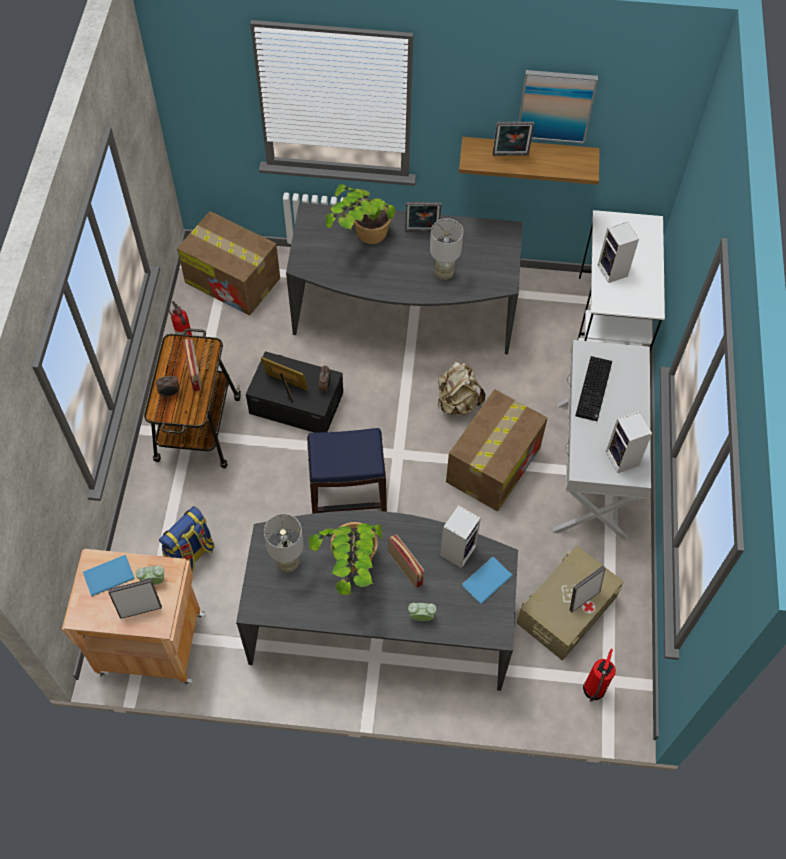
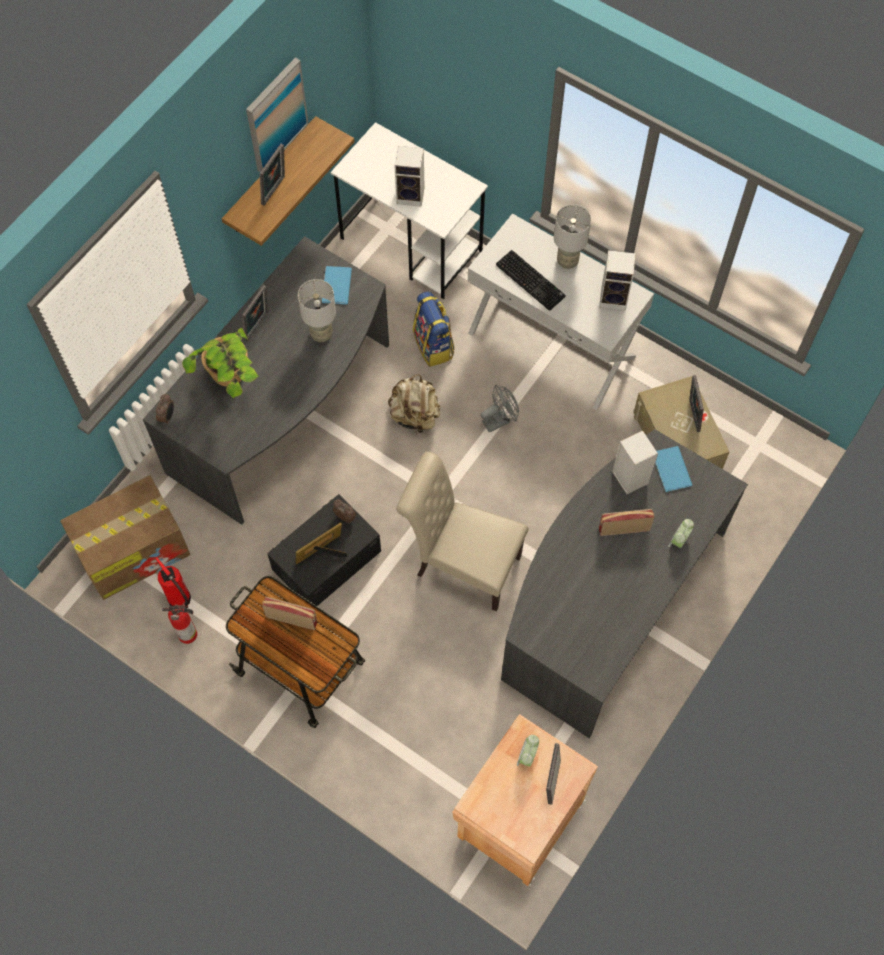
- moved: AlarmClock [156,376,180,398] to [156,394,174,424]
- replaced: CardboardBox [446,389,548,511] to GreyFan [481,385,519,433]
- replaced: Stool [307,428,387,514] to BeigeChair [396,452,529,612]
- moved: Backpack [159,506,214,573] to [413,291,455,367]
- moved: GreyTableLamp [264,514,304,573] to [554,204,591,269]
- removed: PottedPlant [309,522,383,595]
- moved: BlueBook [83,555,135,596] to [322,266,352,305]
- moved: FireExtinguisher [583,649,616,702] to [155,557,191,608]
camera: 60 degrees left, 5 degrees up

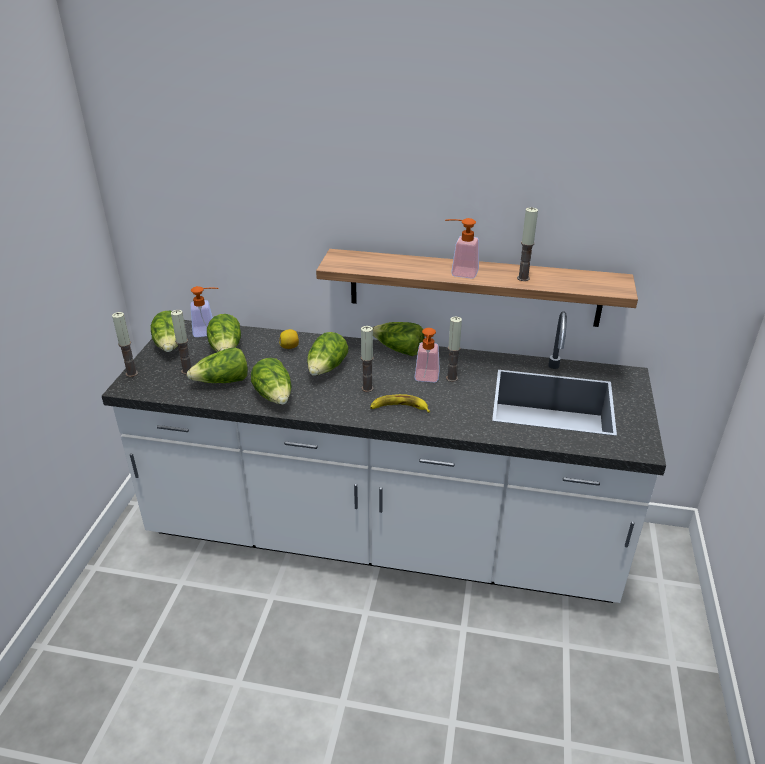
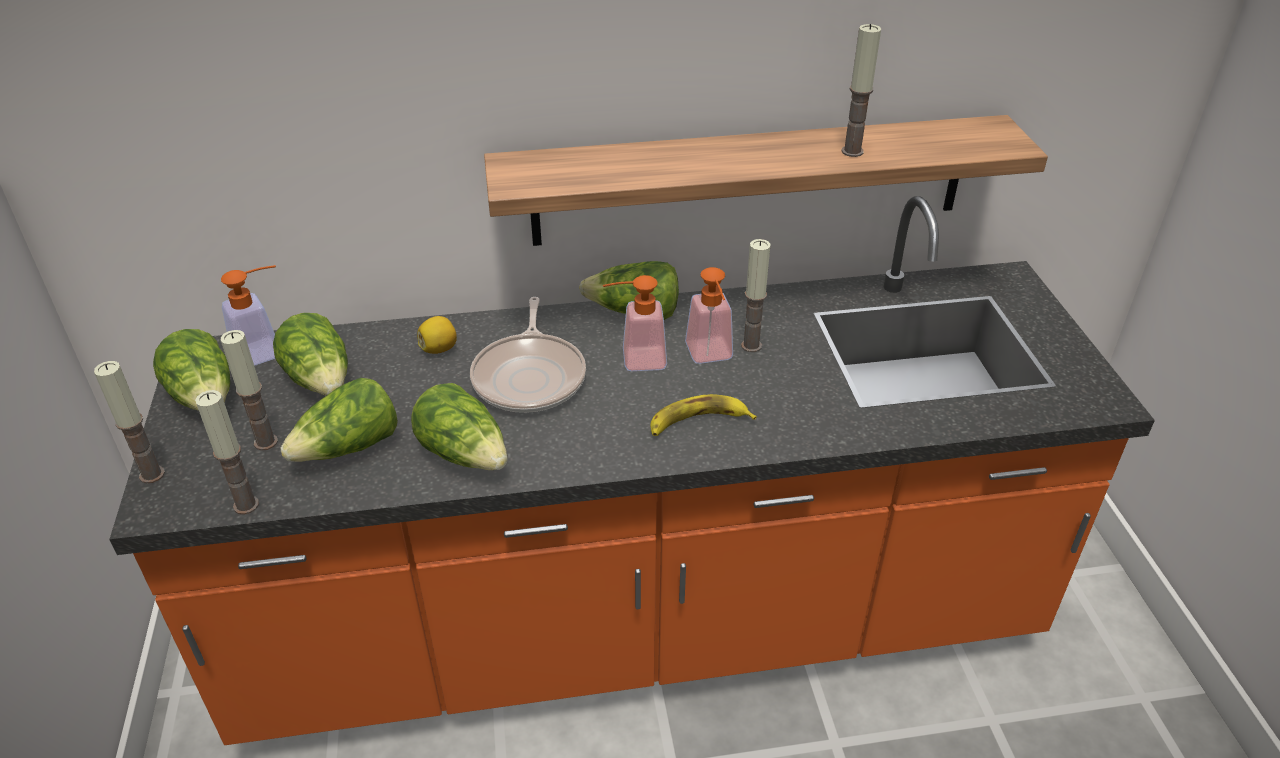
- moved: SoapDispenser [445,218,479,279] to [603,275,667,371]
- recoloured: WhiteCounter [102,311,666,603] to OrangeCounter [109,196,1155,745]
- moved: Candle [361,326,374,392] to [195,390,259,515]
- replaced: Lettuce [307,332,348,376] to FryingPan [470,297,586,413]
camera: 20 degrees left, 5 degrees up

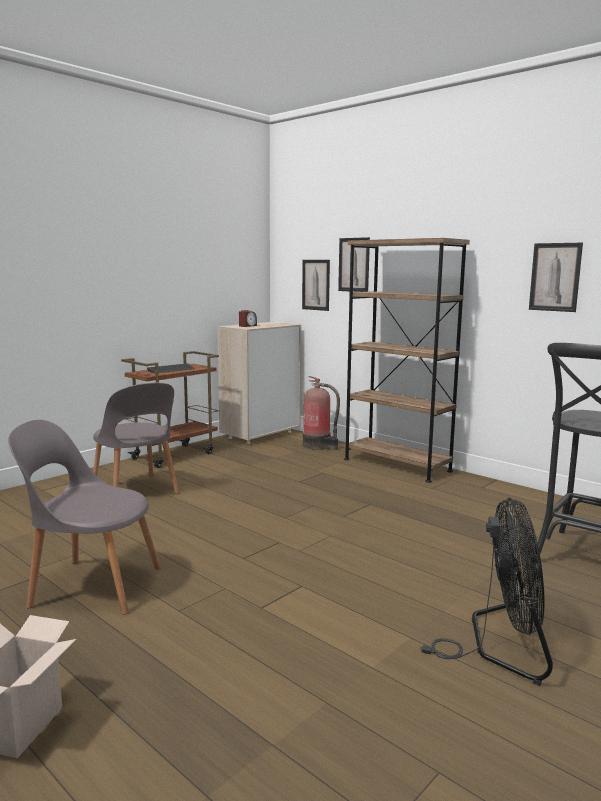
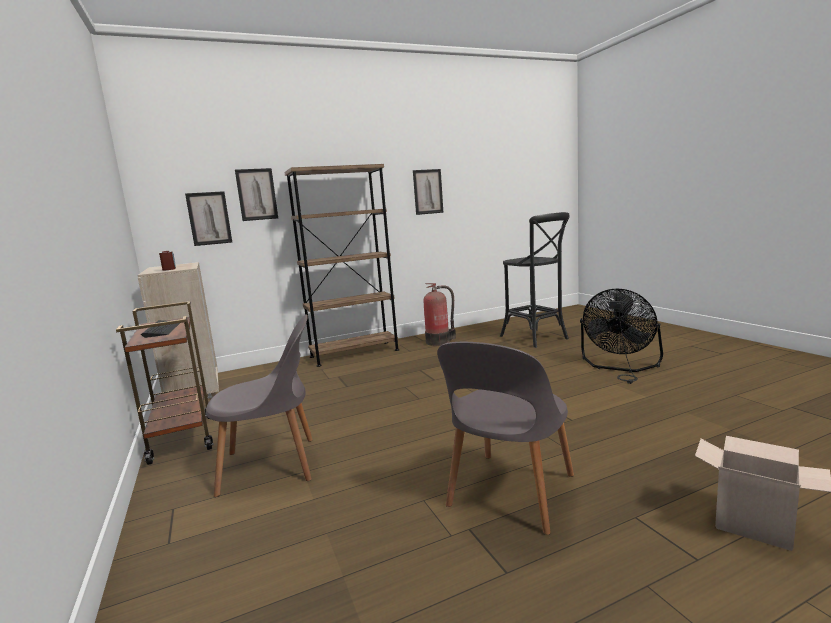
- moved: FireExtinguisher [303,376,340,450] to [424,283,456,346]
camera: 65 degrees left, 0 degrees up

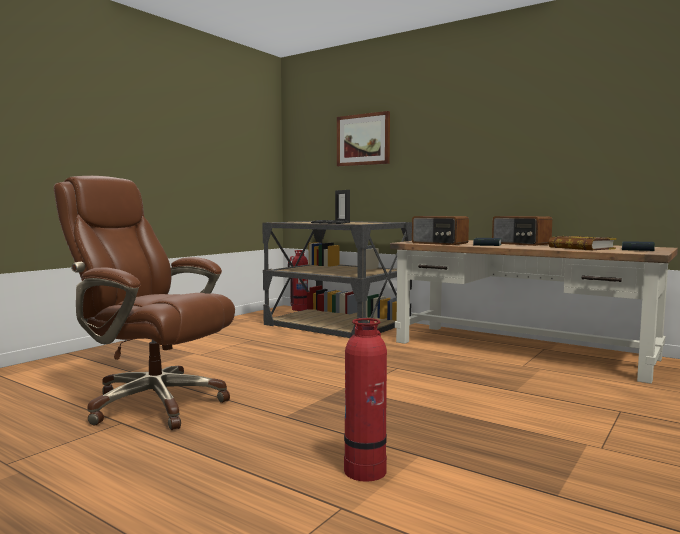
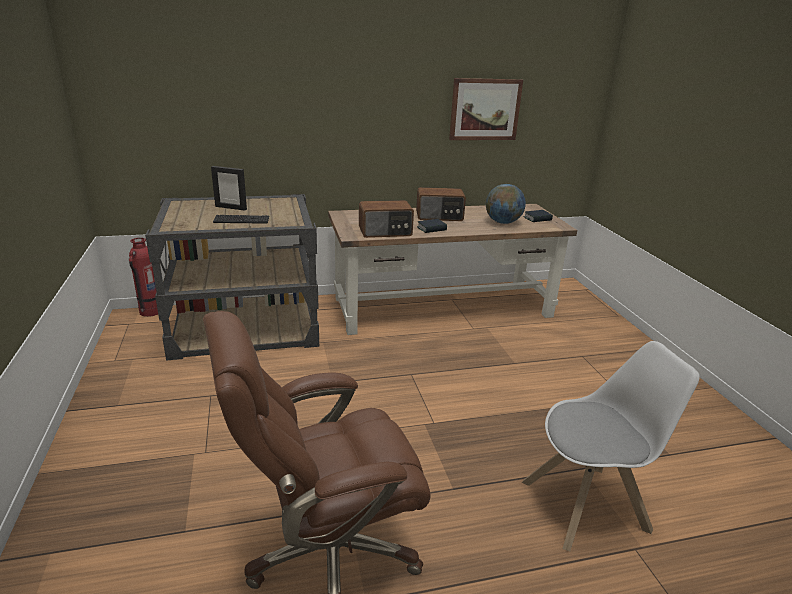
- moved: Picture [337,111,390,166] to [449,78,523,140]
- replaced: Book [548,236,617,250] to Globe [486,184,526,224]
- replaced: FireExtinguisher [344,318,387,482] to Chair [521,341,700,552]
camera: 50 degrees left, 20 degrees up

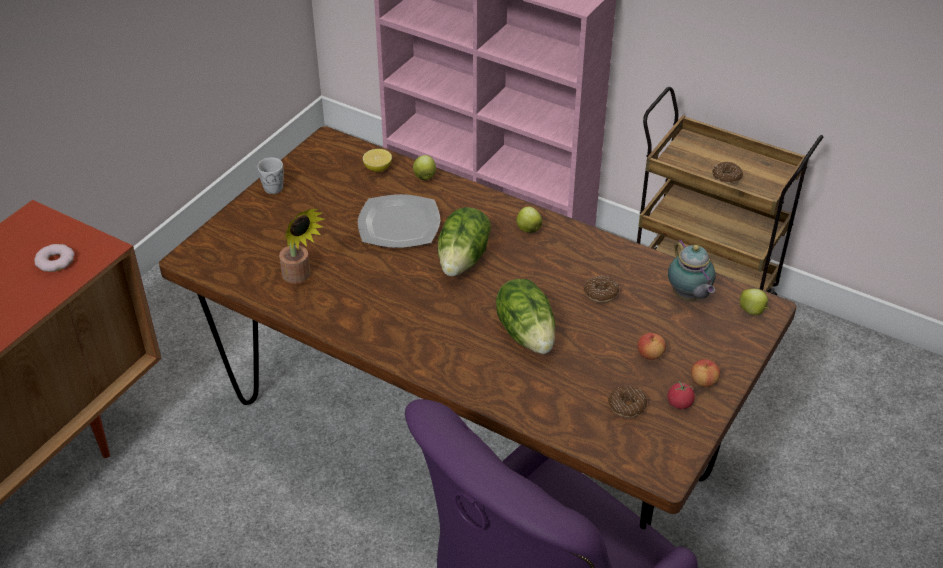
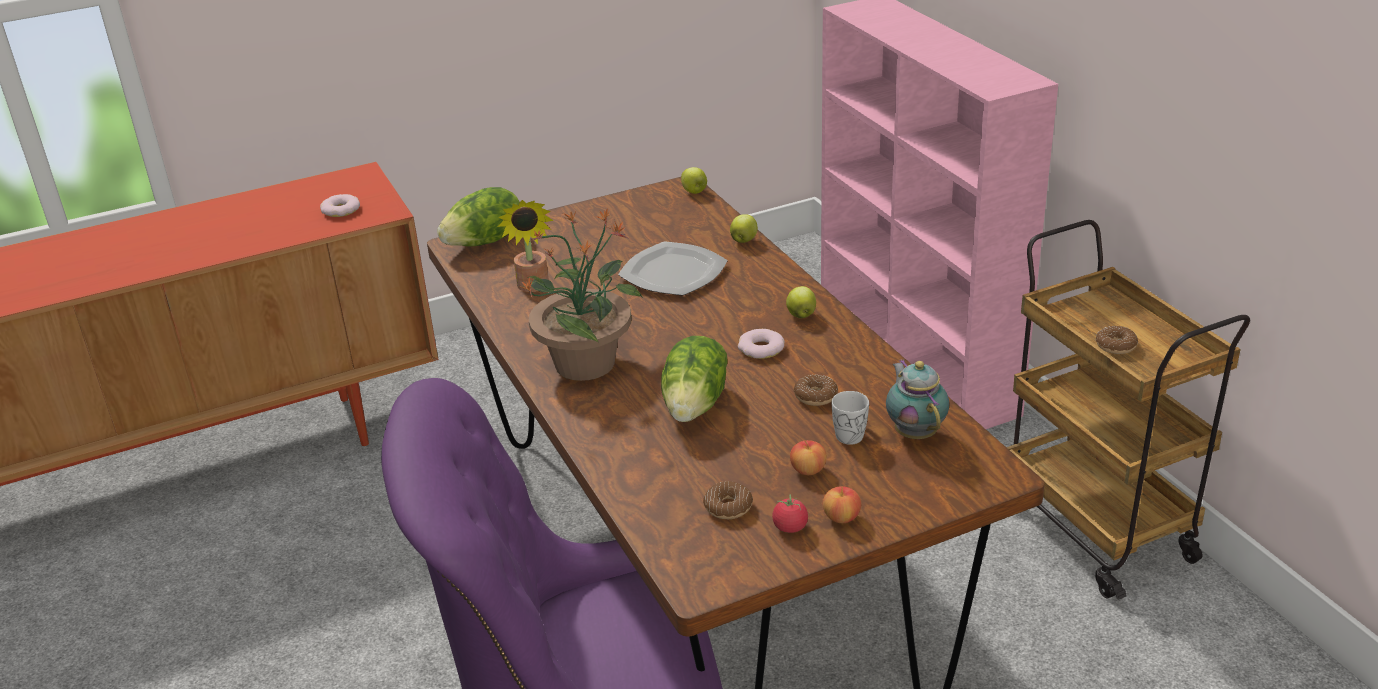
- removed: Lemon [363,149,392,172]
- moved: WhiteMug [258,158,284,194] to [832,391,869,445]
- moved: Lettuce [438,207,491,276] to [437,187,520,246]
- turned: Teapot [668,239,716,301] = [886,359,949,439] 150 degrees clockwise
- moved: Apple [740,289,769,315] to [681,167,707,194]
- added: PottedPlant [521,208,643,381]
- added: Donut [738,329,785,359]
camera: 35 degrees right, 10 degrees down

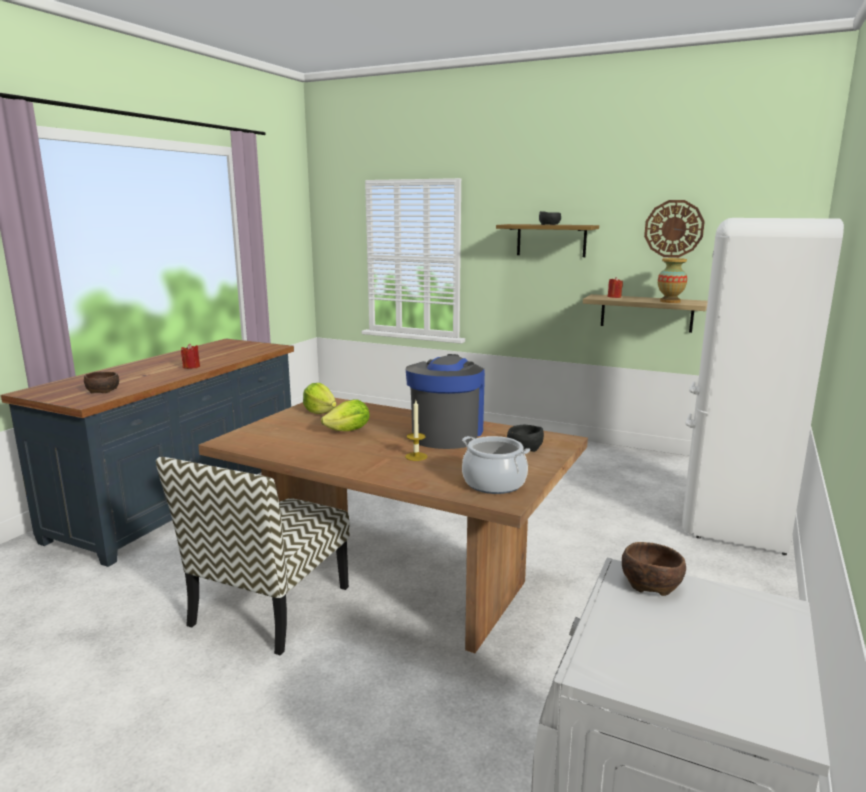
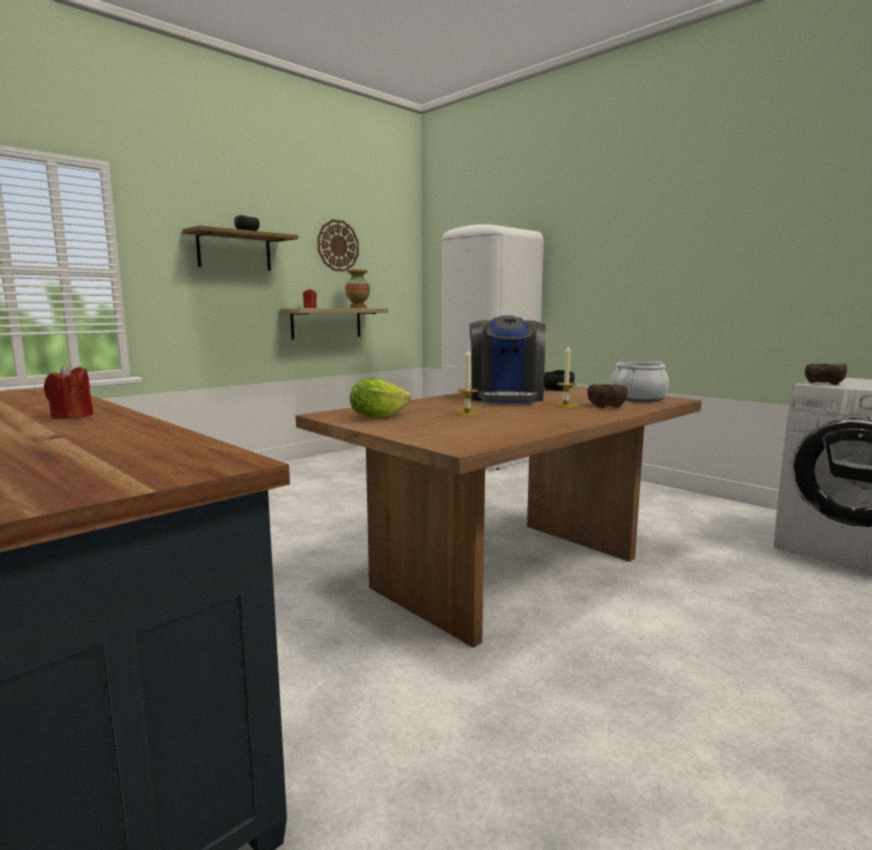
- turned: CoffeeMachine [406,354,485,449] = [469,315,546,403] 120 degrees counterclockwise
- moved: BrownBowl [84,372,119,393] to [587,384,628,408]
- replaced: Lettuce [321,399,370,431] to Candle [455,349,479,416]
- removed: Chair [156,457,350,655]
camera: 70 degrees left, 5 degrees down

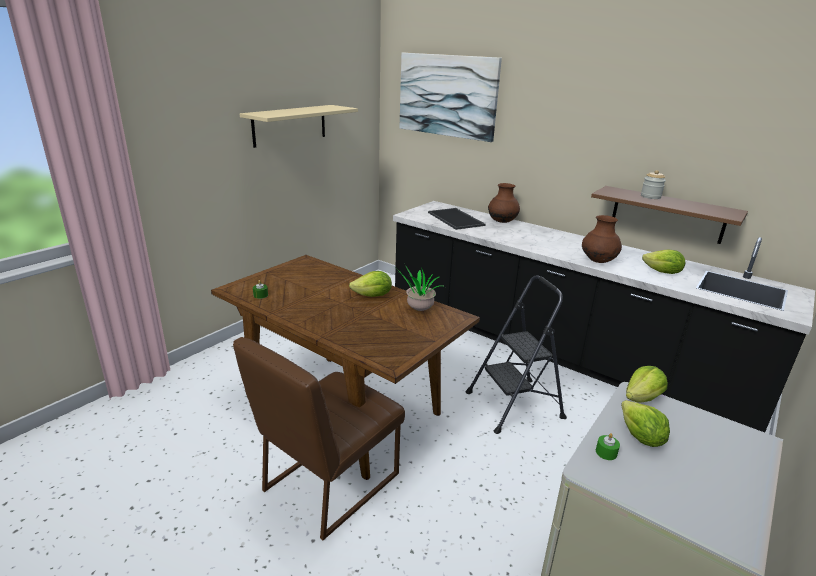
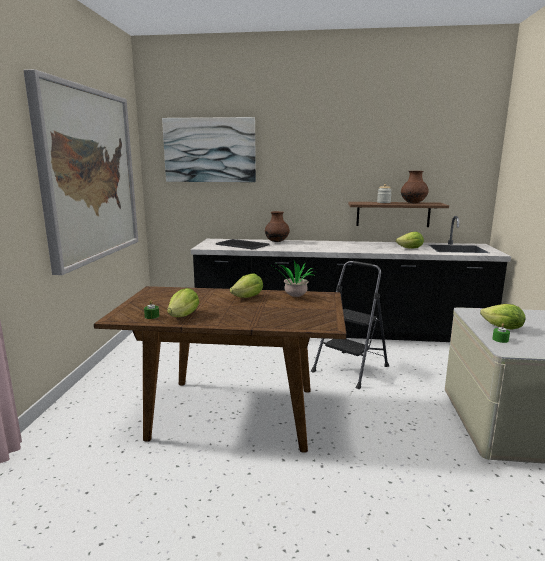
- replaced: BeigeShelf [240,105,358,148] to Picture [23,69,138,275]
- moved: BrownVase [582,215,622,263] to [401,171,429,204]
- removed: BrownChair [233,337,405,540]
- moved: Lettuce [626,366,668,403] to [167,288,199,317]
camera: 30 degrees left, 10 degrees down

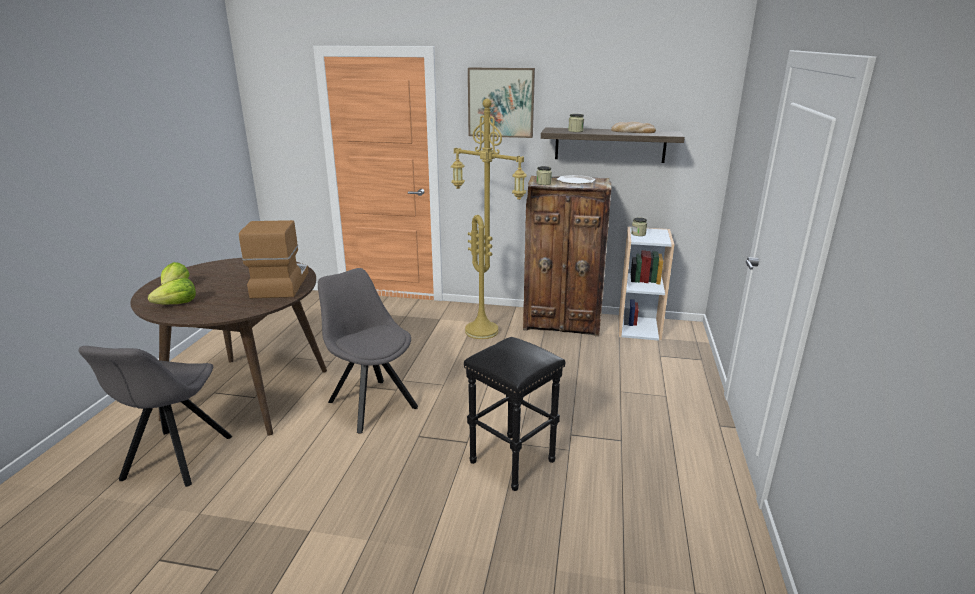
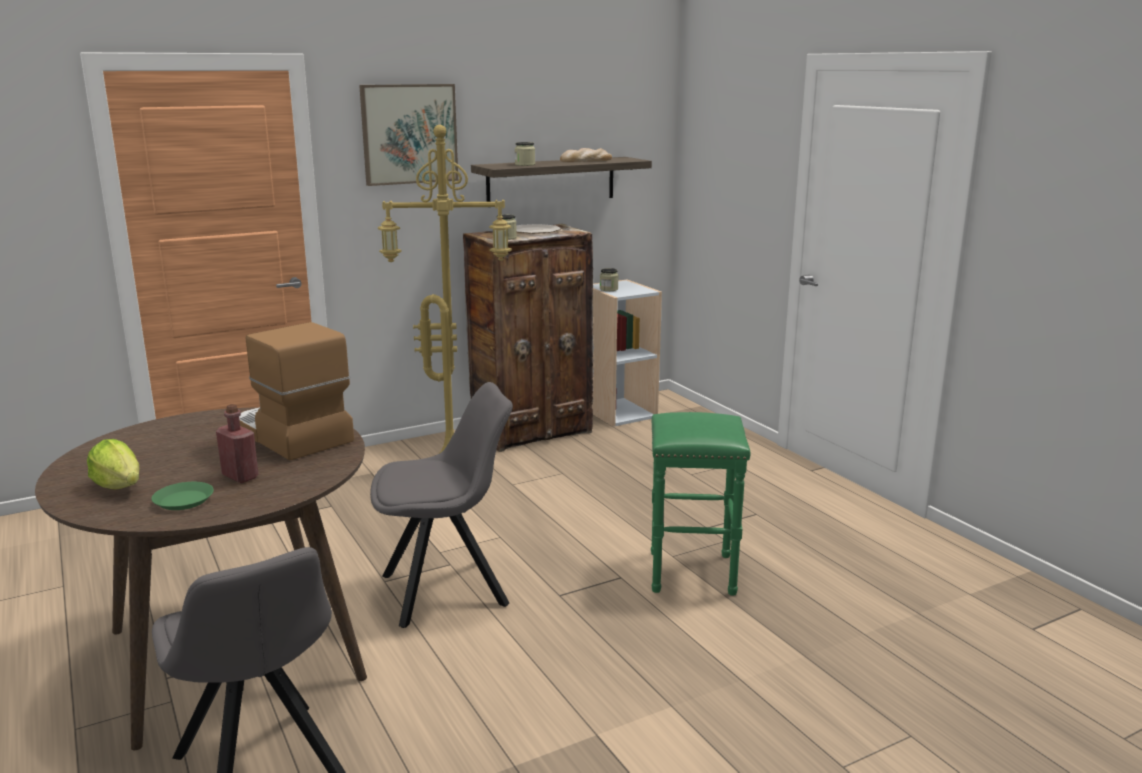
- turned: GreyChair [318,268,418,434] = [370,382,513,628] 150 degrees clockwise
- replaced: Lettuce [148,278,196,305] to GreenPlate [151,482,214,510]
- recoloured: BlackStool [464,337,565,491] to GreenStool [651,412,751,596]
- added: RedBottle [216,404,259,483]
camera: 40 degrees left, 5 degrees down

